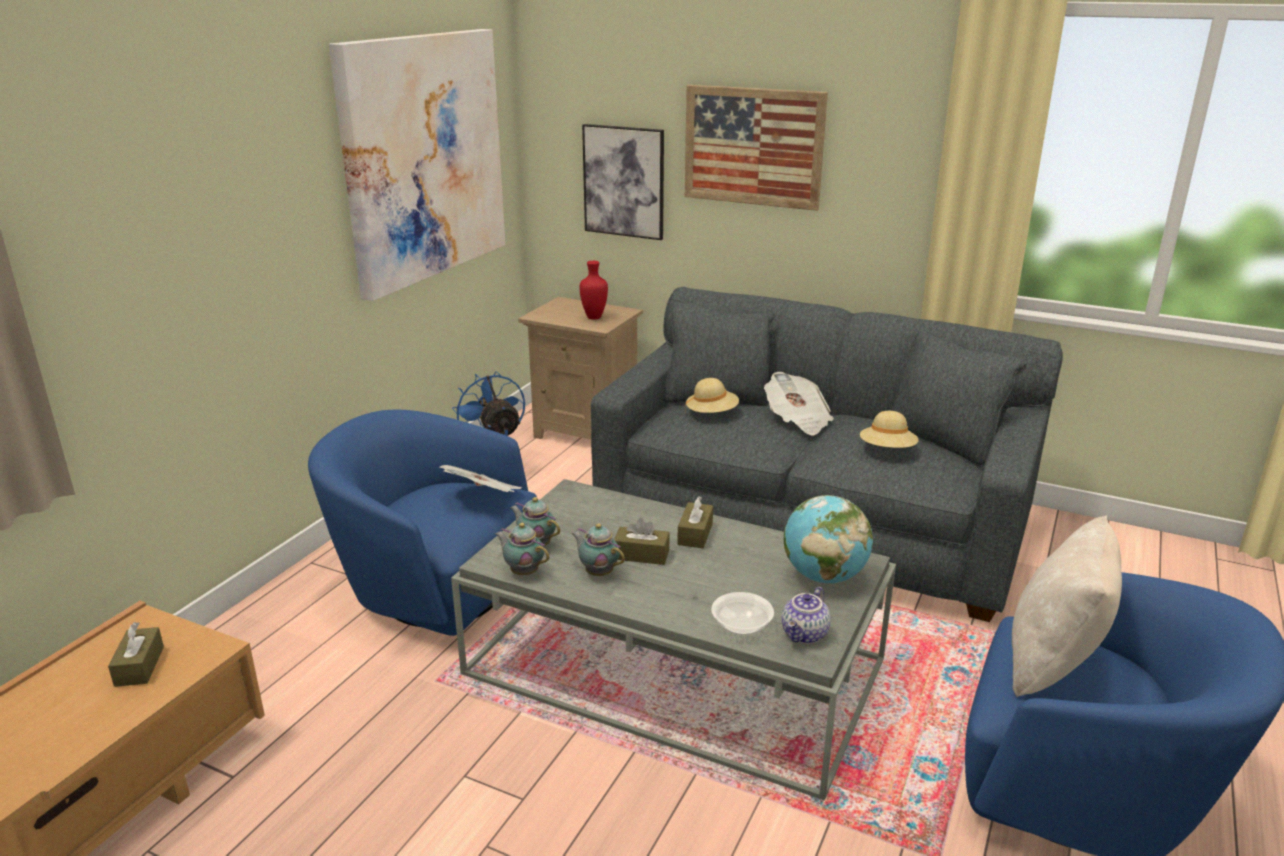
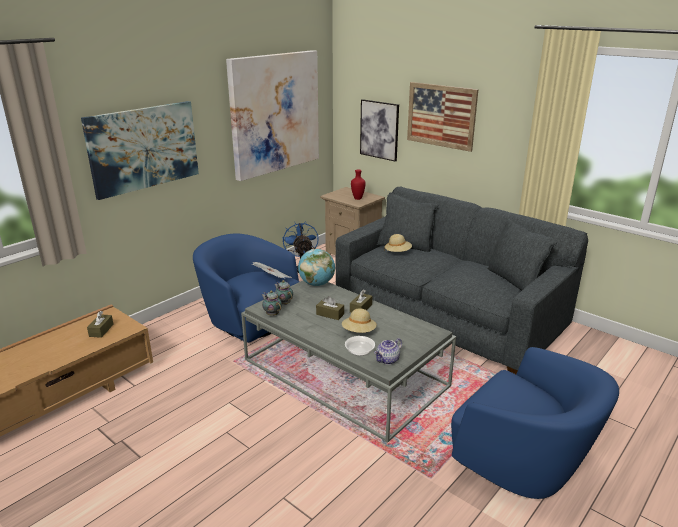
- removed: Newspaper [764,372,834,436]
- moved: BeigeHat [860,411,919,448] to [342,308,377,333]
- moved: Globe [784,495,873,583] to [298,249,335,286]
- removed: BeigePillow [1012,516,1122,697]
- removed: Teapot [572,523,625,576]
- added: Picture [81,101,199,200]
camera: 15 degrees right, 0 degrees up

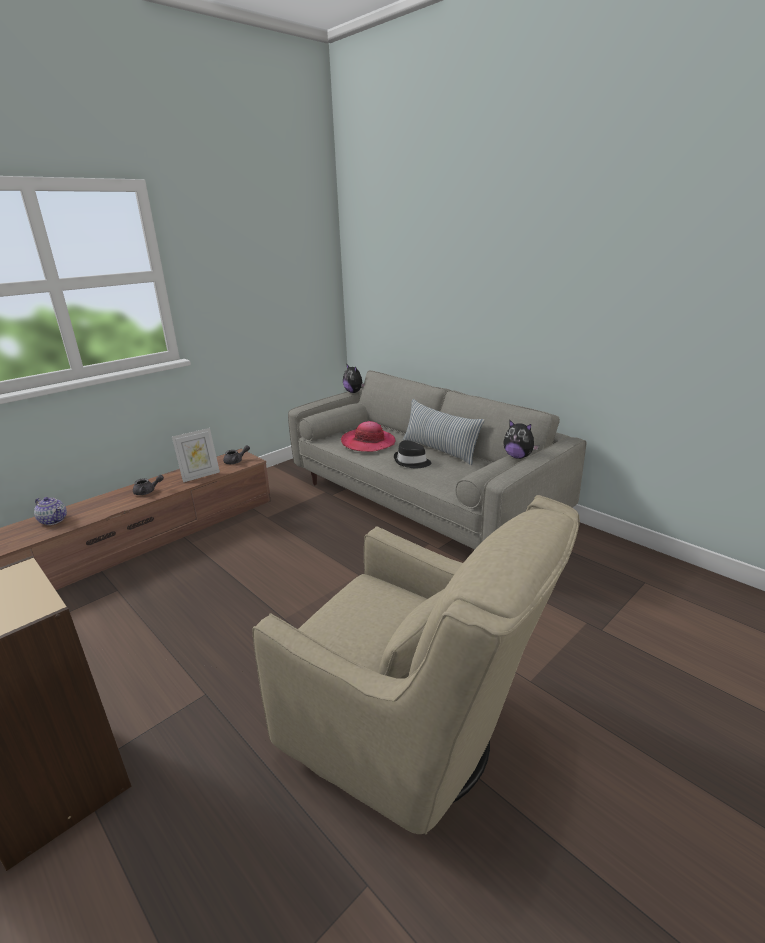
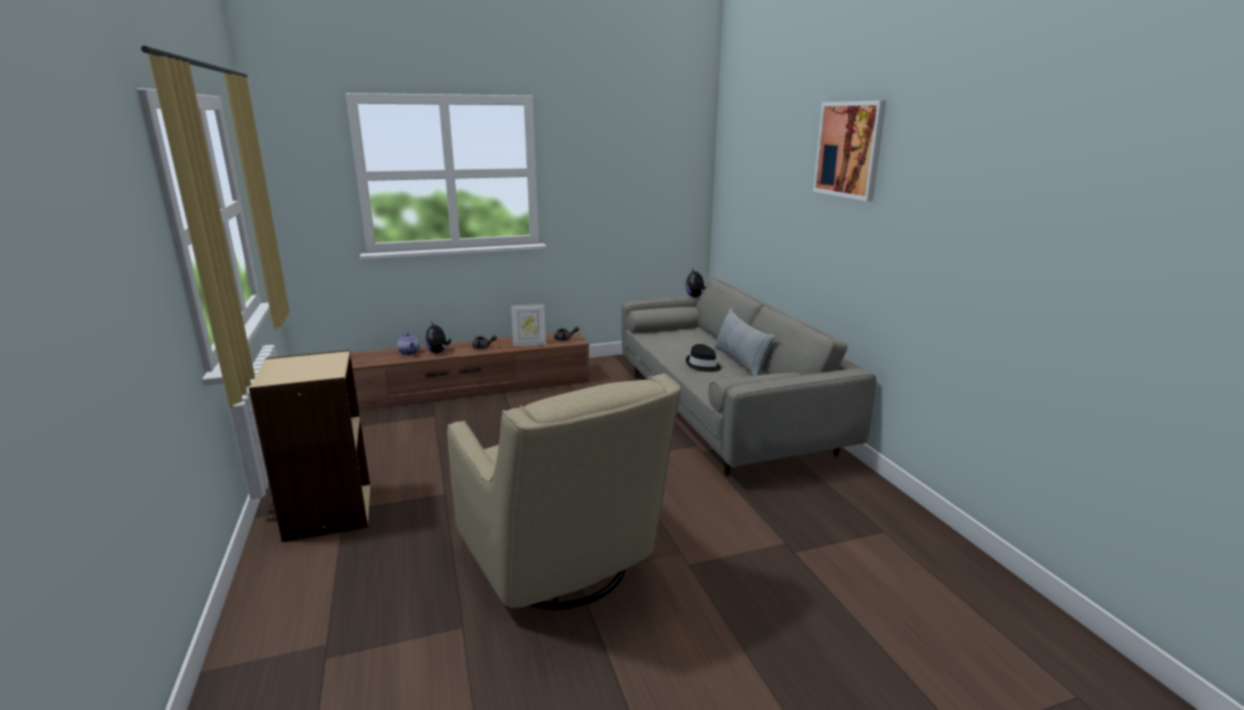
- moved: PlushToy [503,419,539,459] to [425,321,451,353]
- removed: Hat [341,421,395,452]
- added: Picture [813,100,886,201]
camera: 25 degrees right, 5 degrees down

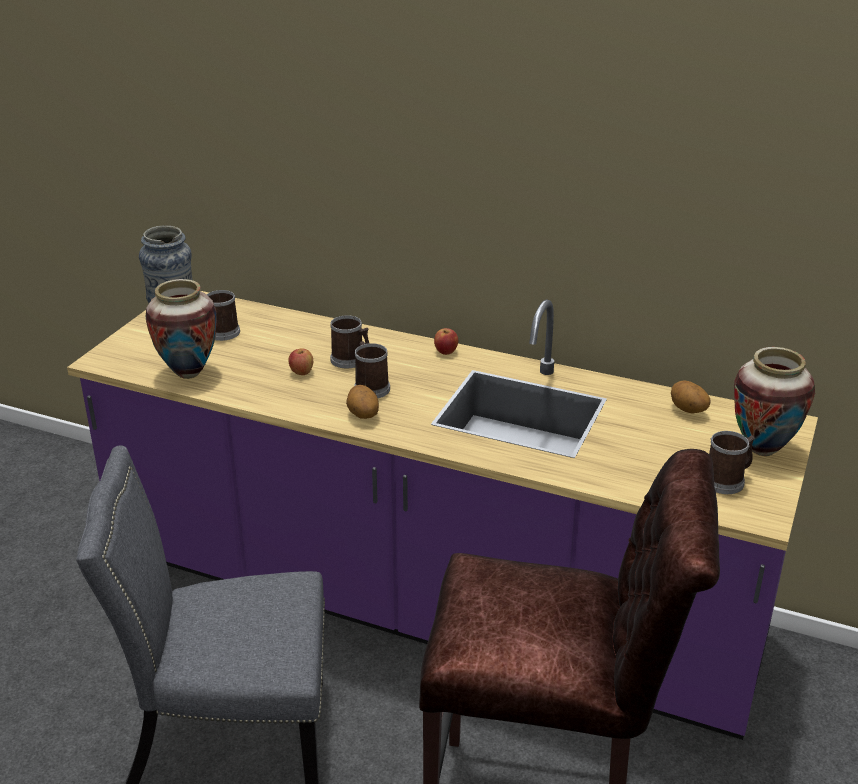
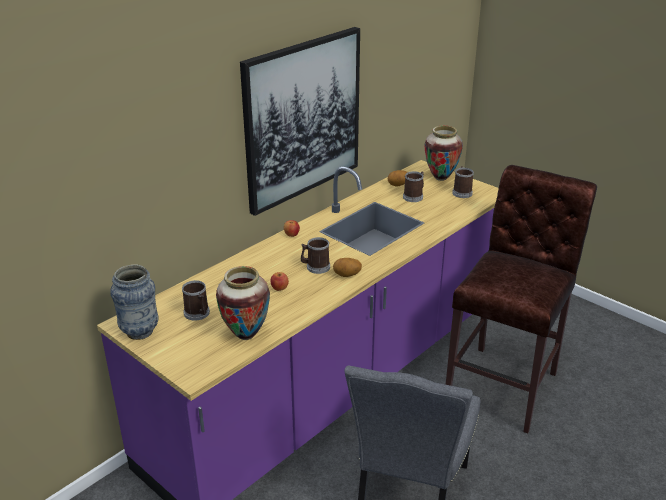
- moved: Mug [330,315,370,369] to [403,171,424,202]
- added: Picture [240,27,360,216]
camera: 70 degrees left, 0 degrees up

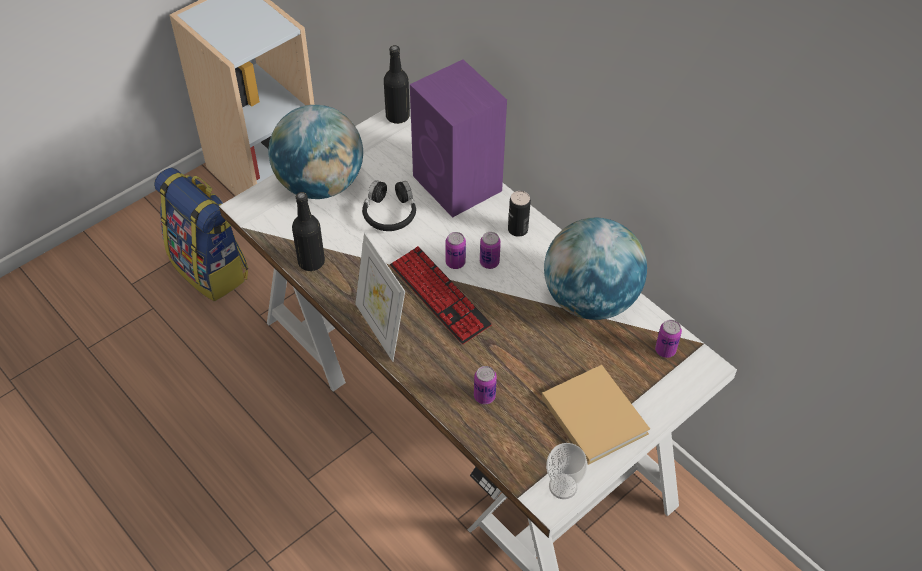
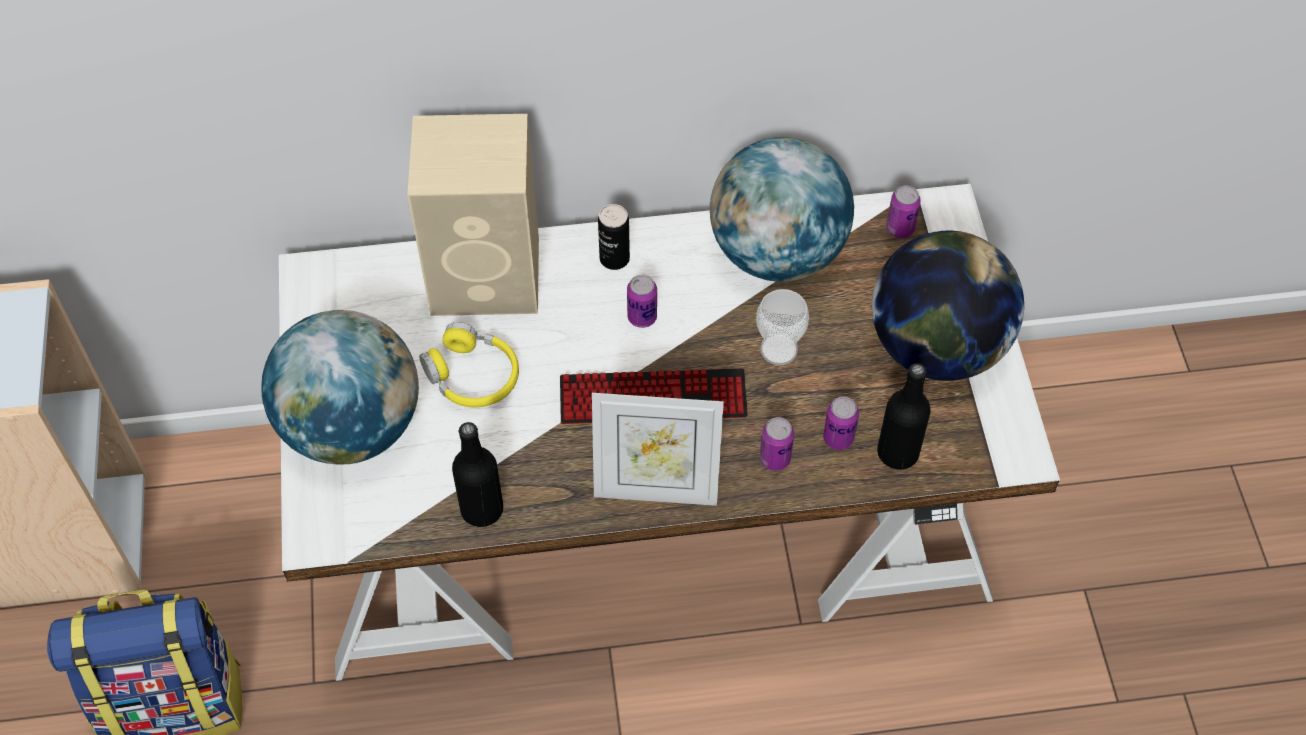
- moved: BlackBottle [384,45,410,124] to [877,363,931,469]
- recoloured: PurpleSpeaker [410,60,507,218] to BeigeSpeaker [407,114,539,316]
- recoloured: BlackHeadphones [362,180,416,231] to YellowHeadphones [419,322,519,408]
- moved: Can [446,232,466,269] to [760,417,794,471]
- replaced: BeigeBook [542,365,650,465] to Globe [872,231,1024,381]
- moved: Cup [546,443,588,499] to [756,289,809,365]
camera: 55 degrees left, 5 degrees up

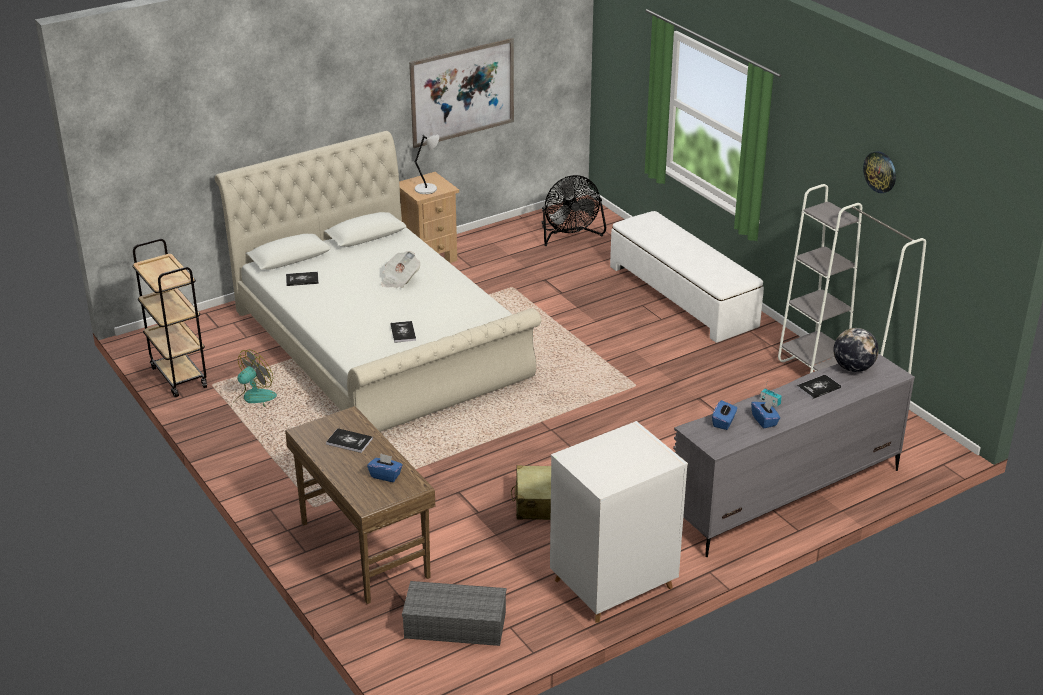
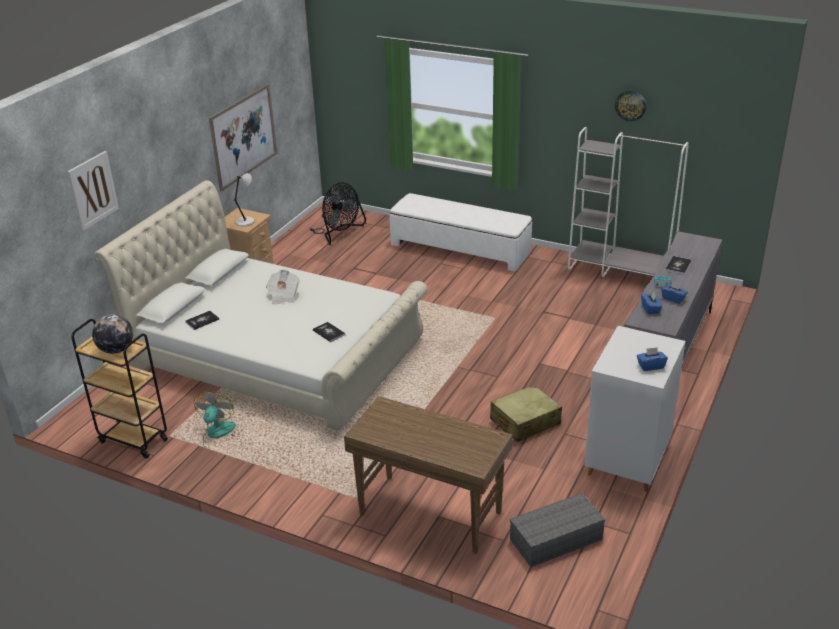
- moved: Globe [833,328,879,372] to [92,314,133,354]
- removed: Book [326,428,373,453]
- moved: BlueTissueBox [367,453,403,482] to [637,347,668,371]
- added: Picture [67,151,119,231]
camera: 30 degrees left, 0 degrees up

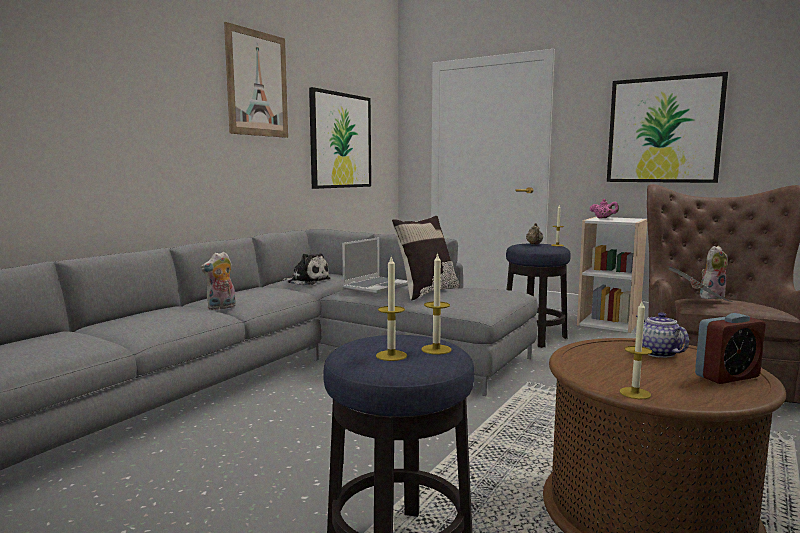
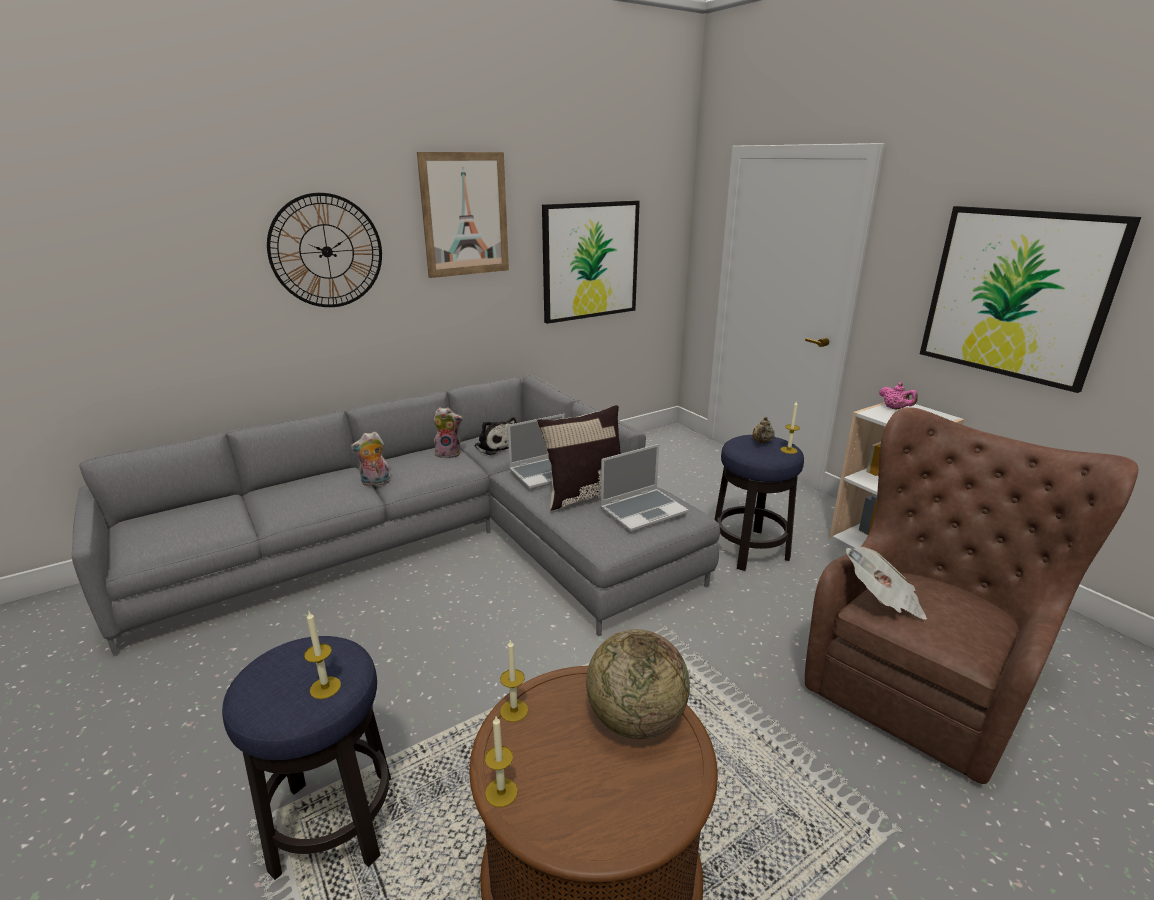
- moved: PlushToy [700,246,728,299] to [433,407,463,458]
- moved: Candle [376,257,407,361] to [500,640,528,722]
- replaced: Teapot [636,312,689,358] to Globe [586,629,690,739]
- removed: AlarmClock [695,313,766,384]
- added: WallClock [267,193,382,307]
- added: Laptop [600,444,688,532]
camera: 25 degrees right, 15 degrees up

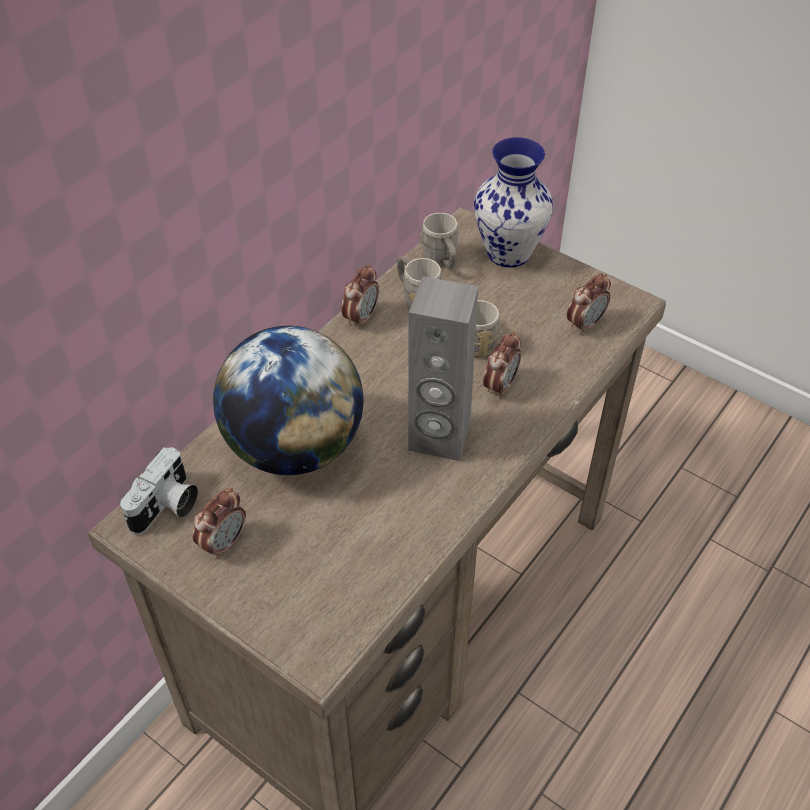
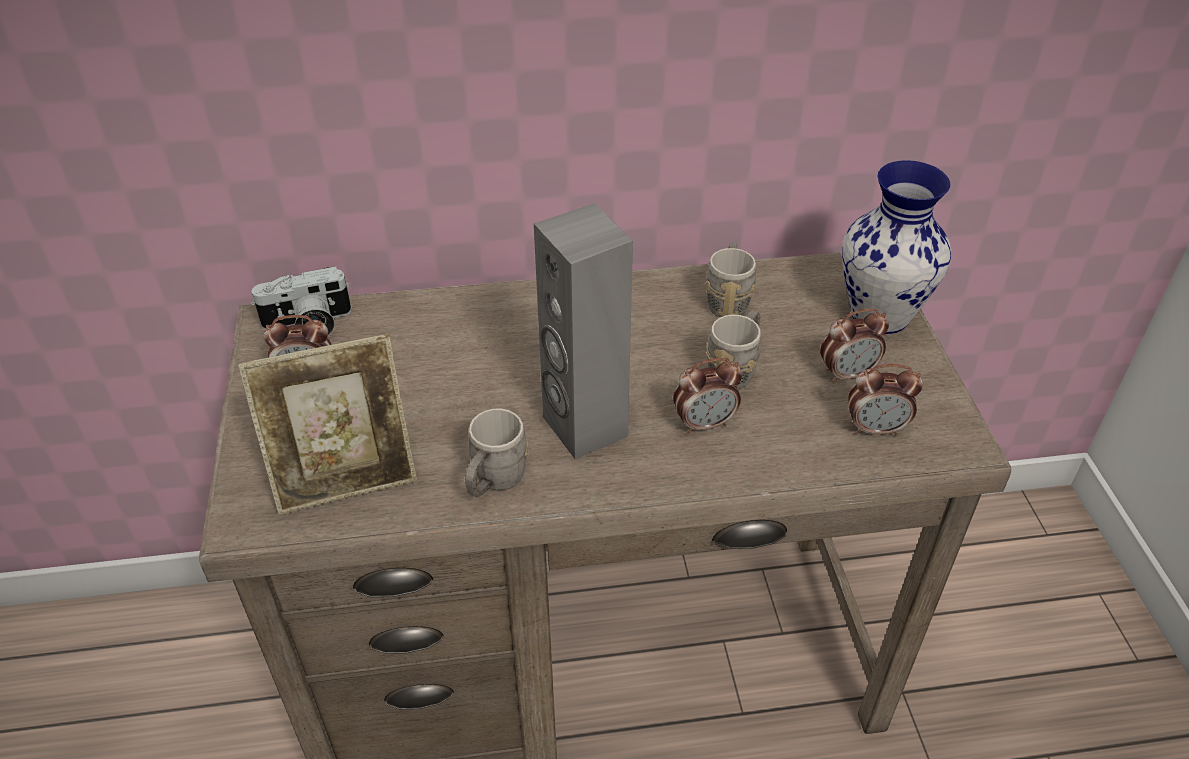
- moved: GreyMug [420,213,458,269] to [465,409,529,497]
- moved: AlarmClock [341,264,379,329] to [820,308,889,383]
- removed: Globe [213,326,363,475]
- added: PictureFrame [238,334,417,515]
camera: 45 degrees right, 5 degrees down

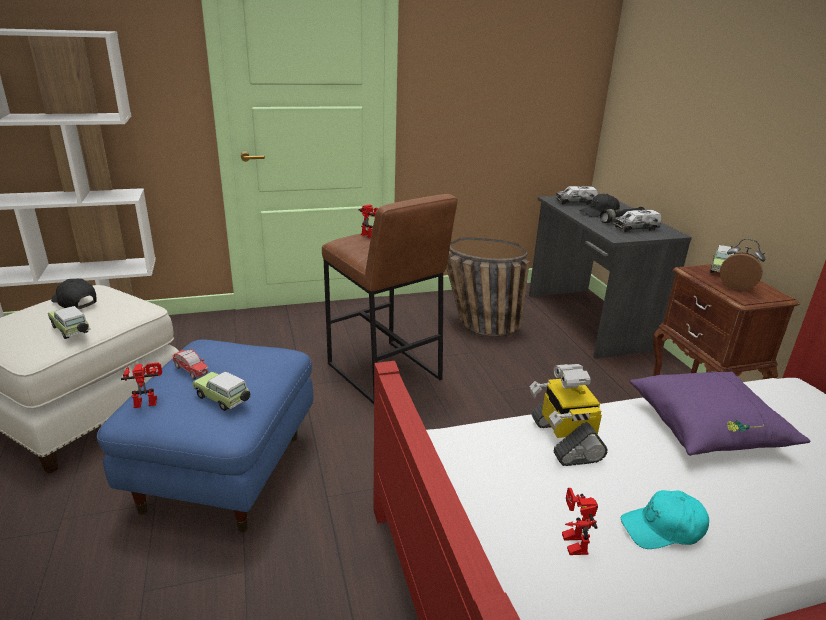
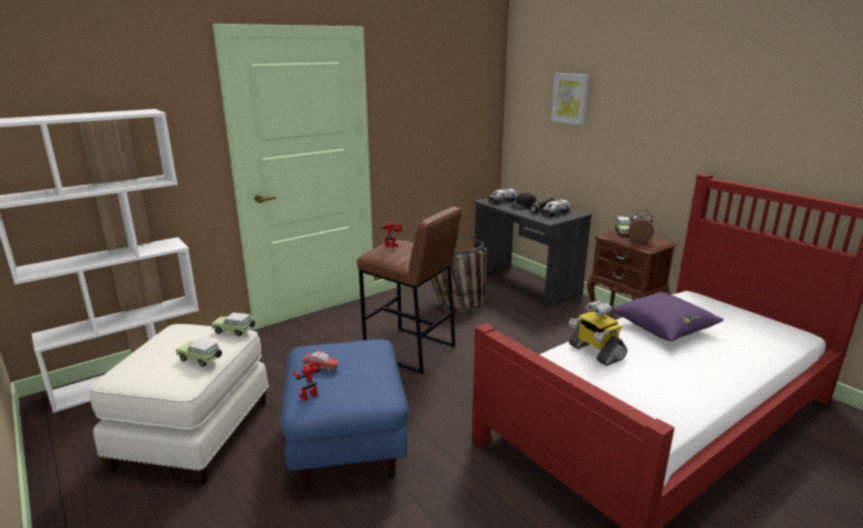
- removed: BlackCap [51,279,97,309]
- moved: ToyCar [192,371,251,411] to [211,312,255,336]
- removed: ToyRobot [562,488,598,555]
- removed: TurquoiseCap [621,490,709,549]
- added: Picture [551,73,590,125]
camera: 20 degrees left, 5 degrees down

